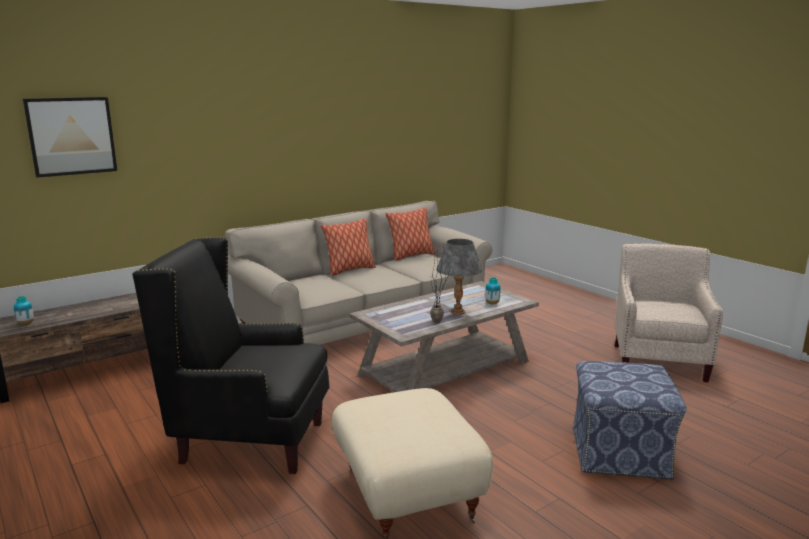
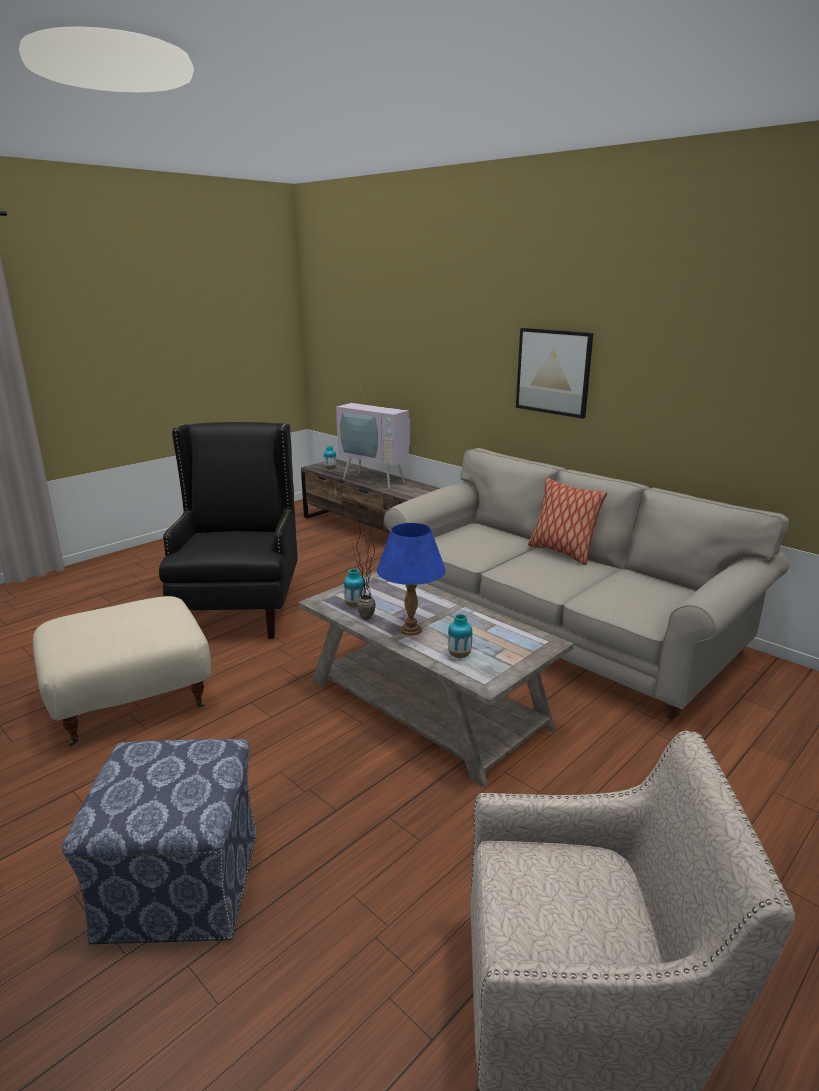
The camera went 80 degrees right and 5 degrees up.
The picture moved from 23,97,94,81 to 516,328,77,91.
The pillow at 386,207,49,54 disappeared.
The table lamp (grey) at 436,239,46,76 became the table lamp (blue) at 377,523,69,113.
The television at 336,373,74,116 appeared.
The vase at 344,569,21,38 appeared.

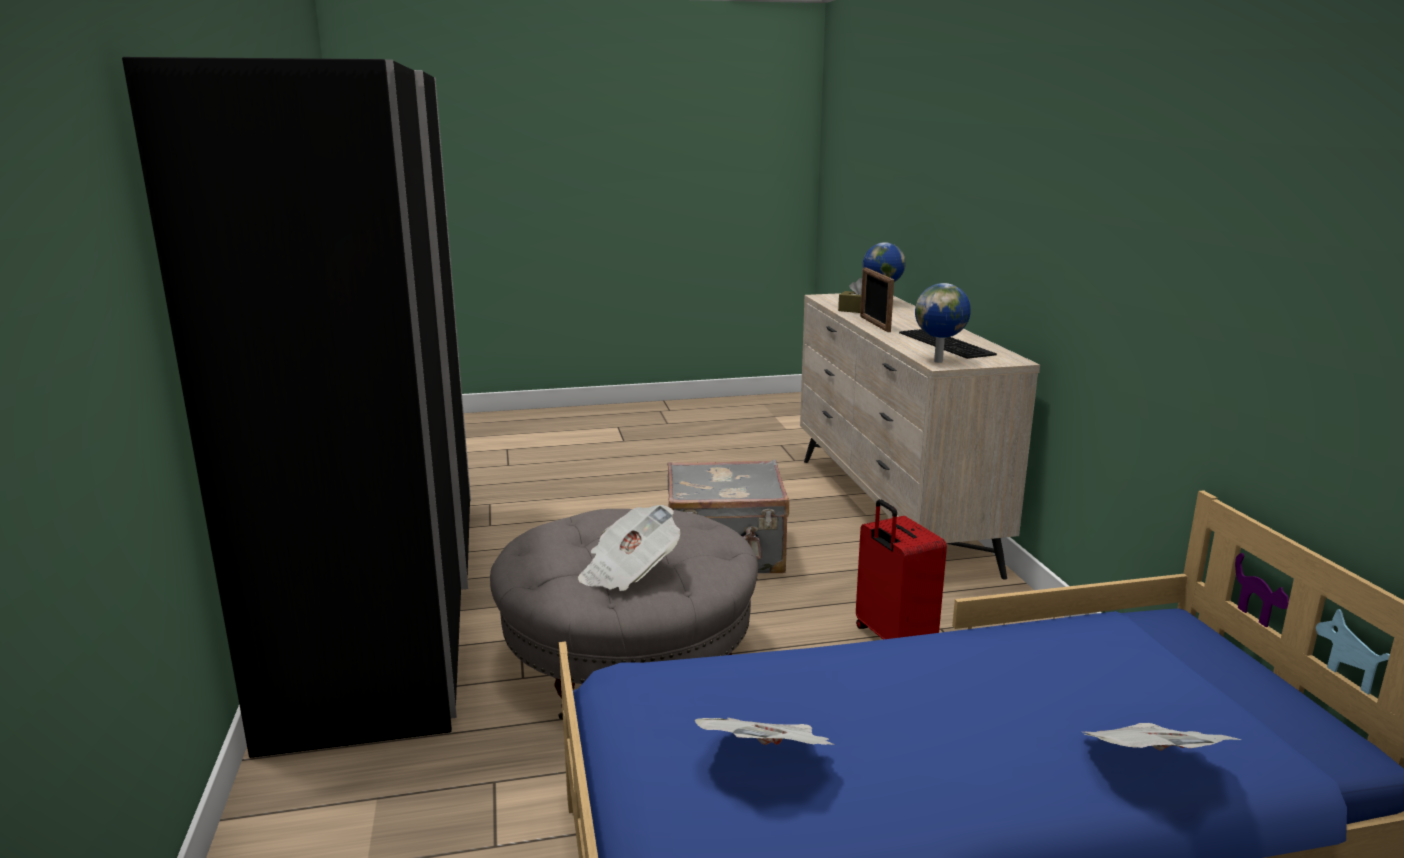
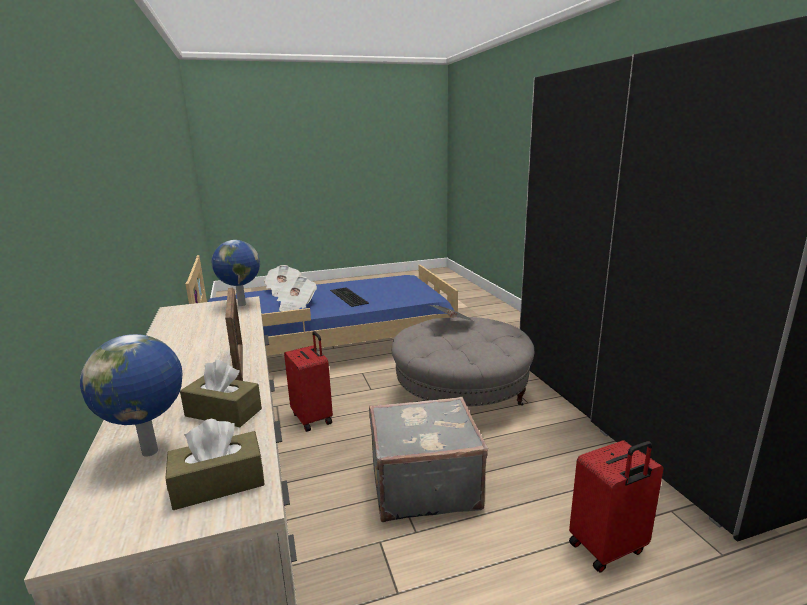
The camera went 175 degrees right and 0 degrees up.
The keyboard moved from 899,329,98,30 to 330,287,39,20.
The newspaper moved from 695,718,140,27 to 277,276,40,35.
The tissue box (brown) at 165,419,100,91 appeared.
The suitcase (red) at 569,440,95,133 appeared.

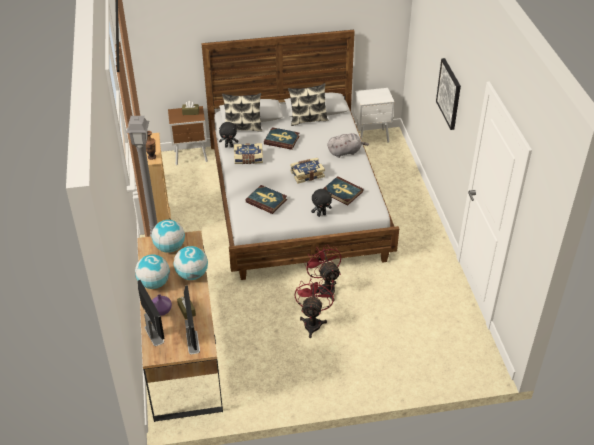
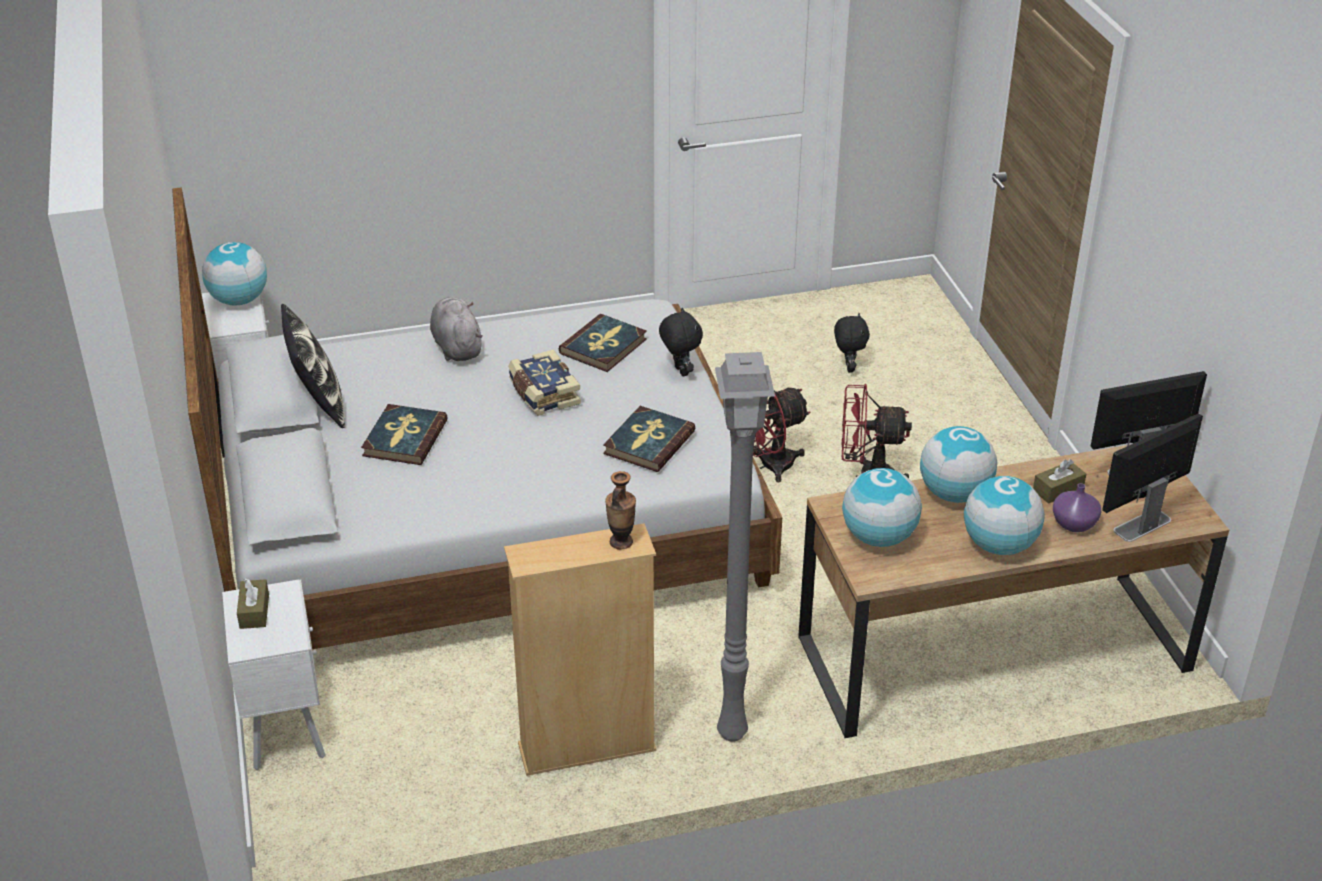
The camera went 95 degrees left and 5 degrees down.
The picture at 436,58,25,72 disappeared.
The pillow at 222,93,41,38 disappeared.
The nightstand (brown) at 168,106,40,59 became the nightstand (white) at 222,580,104,190.
The plush toy (black) moved from 219,122,19,26 to 834,313,36,60.
The book at 234,143,29,21 disappeared.
The globe at 202,242,65,64 appeared.

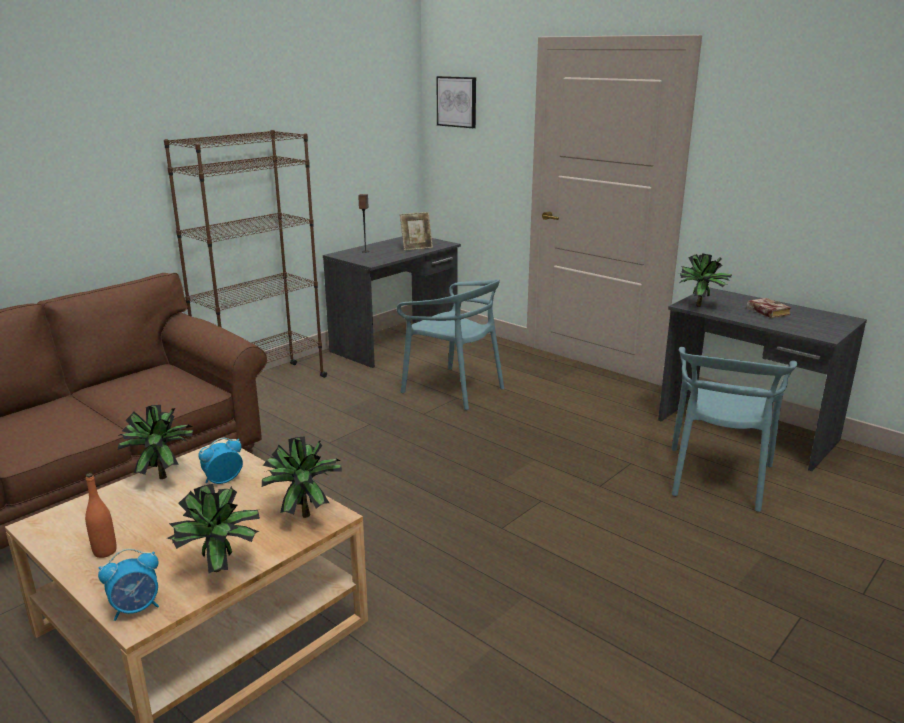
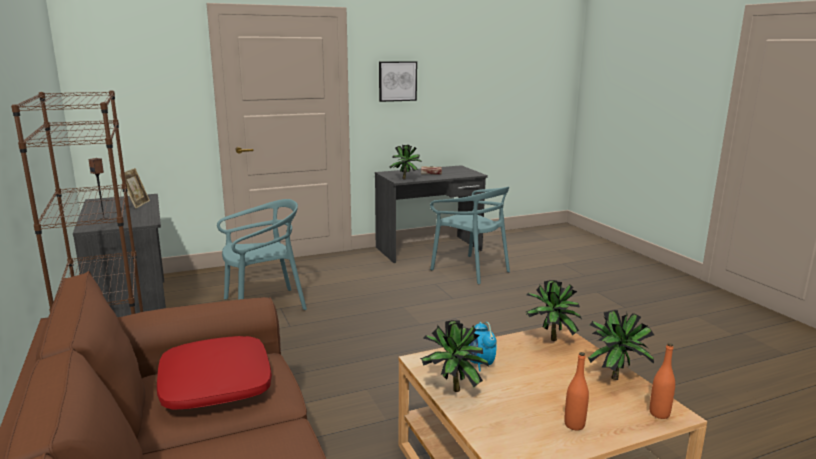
The camera went 65 degrees left and 5 degrees down.
The picture moved from 436,76,40,52 to 379,61,38,41.
The alarm clock at 98,549,61,72 was replaced by the bottle (orange) at 650,343,25,76.
The pillow (red) at 157,336,115,74 appeared.

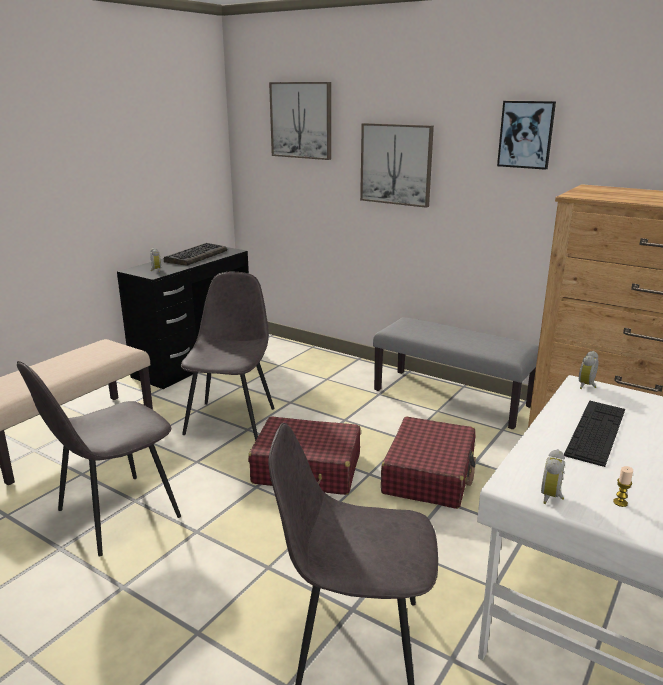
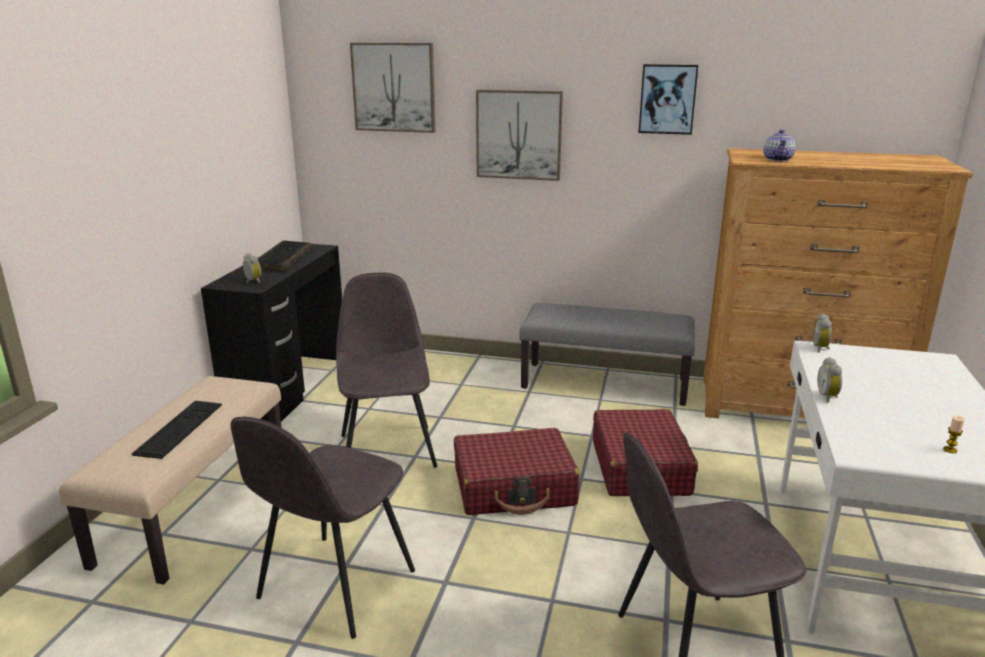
The camera went 20 degrees left and 0 degrees up.
The keyboard moved from 564,401,61,66 to 132,401,90,58.
The alarm clock moved from 541,449,24,55 to 818,357,24,46.
The teapot at 763,130,33,31 appeared.

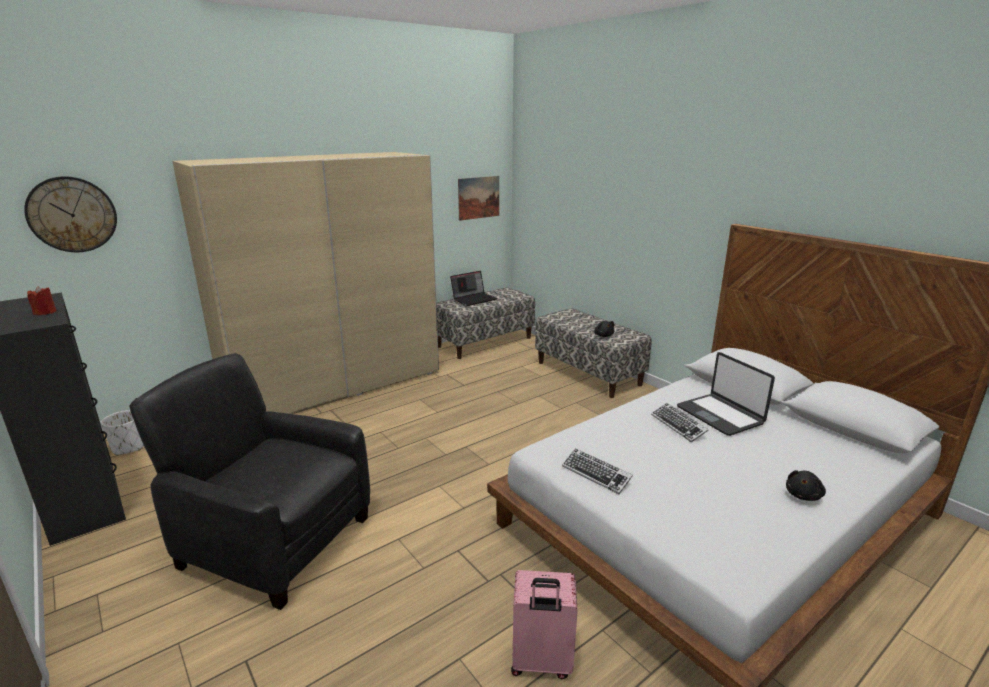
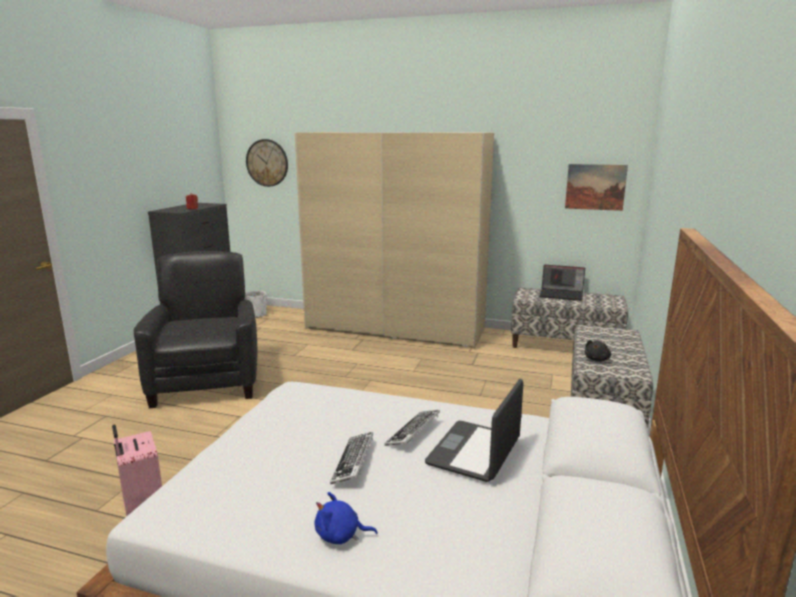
The camera went 55 degrees right and 5 degrees down.
The keyboard moved from 562,448,71,46 to 330,432,43,52.
The plush toy (black) at 786,470,40,31 became the plush toy (blue) at 315,492,63,52.

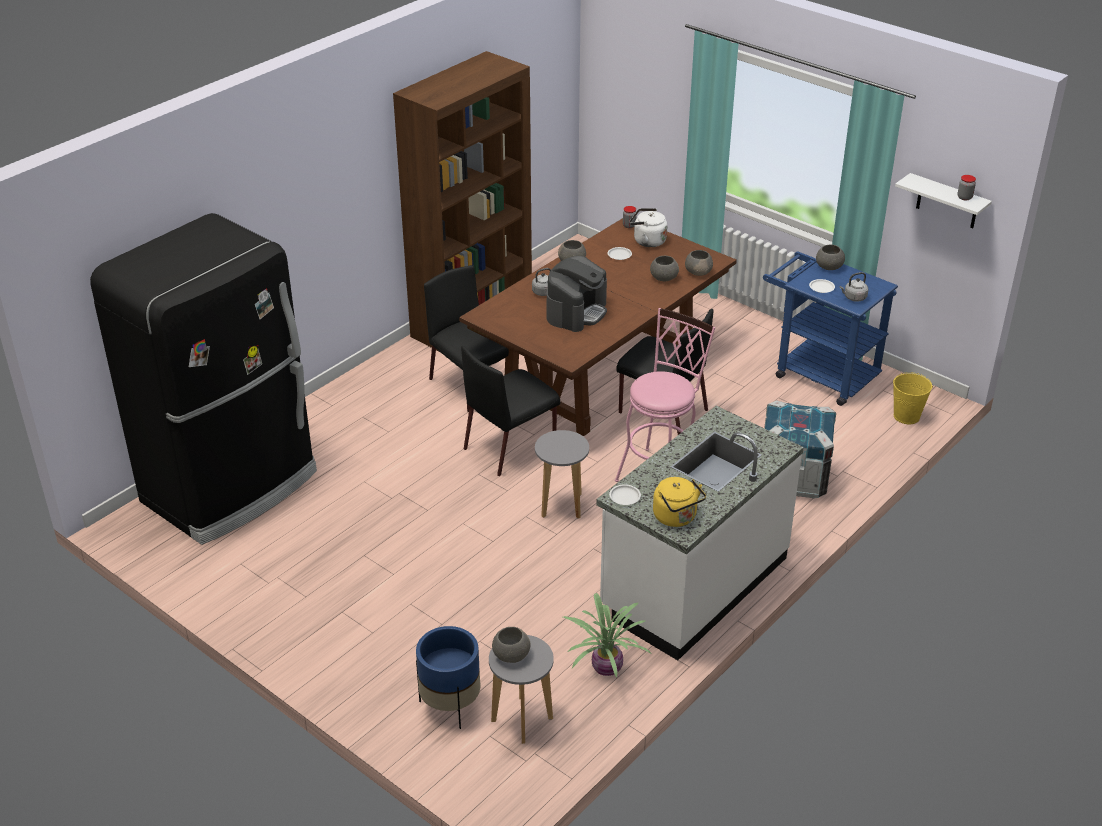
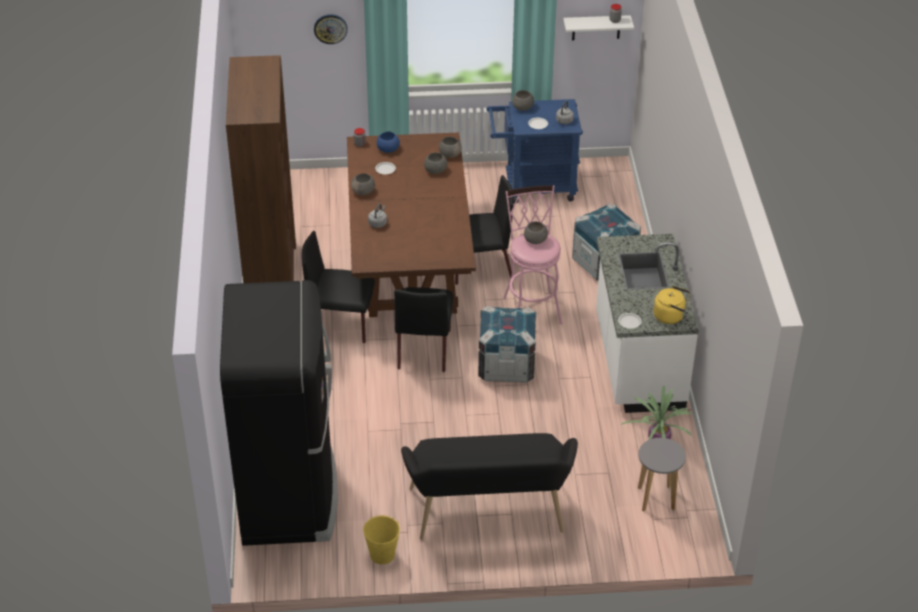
The camera went 45 degrees left and 5 degrees up.
The kettle (white) at 629,208,39,39 was replaced by the bowl (blue) at 377,132,23,21.
The coffee machine at 546,256,61,76 disappeared.
The bucket (yellow) moved from 893,372,40,52 to 363,515,37,49.
The stool (grey) at 535,430,54,89 was replaced by the crate at 478,306,58,77.
The planter (blue) at 416,626,64,103 disappeared.
The bowl (grey) moved from 492,627,38,36 to 524,221,24,23.
The wall clock at 314,14,34,30 appeared.
The bench (black) at 401,433,177,107 appeared.

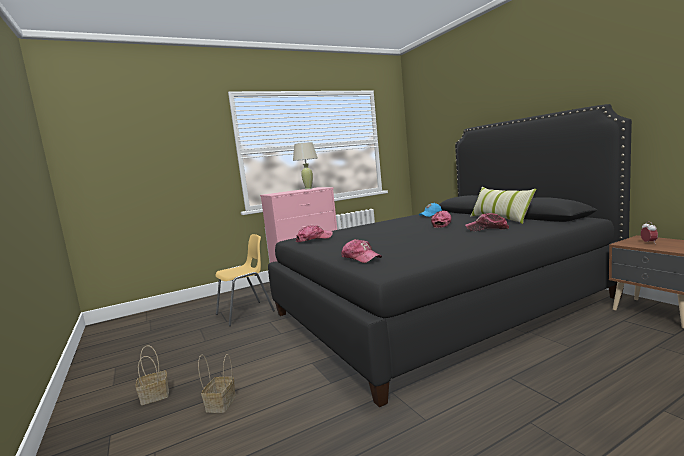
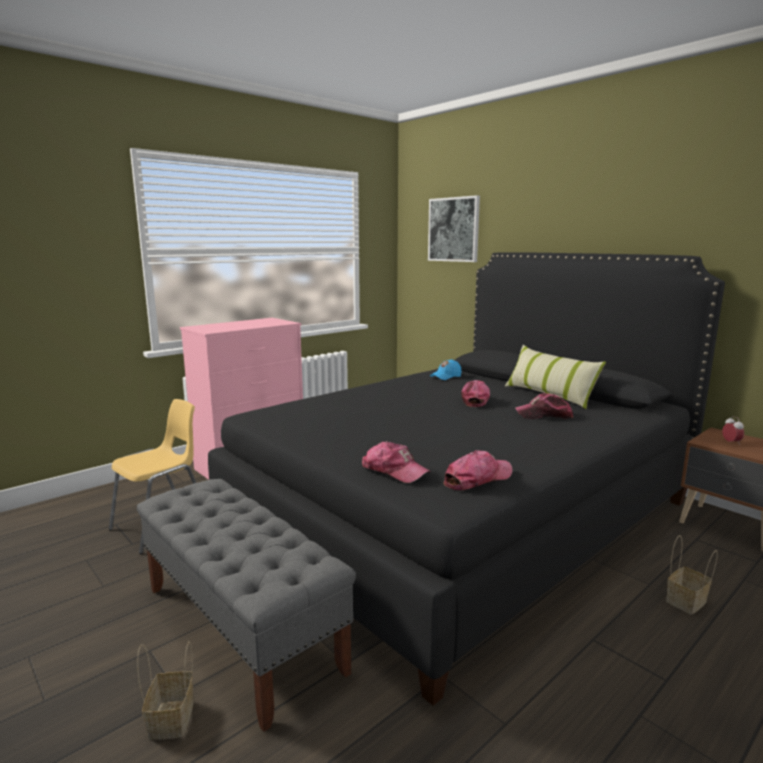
The camera went 15 degrees left and 5 degrees up.
The table lamp (beige) at 293,142,25,47 disappeared.
The cap moved from 296,225,37,17 to 443,450,70,41.
The basket moved from 136,346,33,59 to 666,535,52,80.
The picture at 428,195,52,67 appeared.
The bench (grey) at 137,479,219,253 appeared.

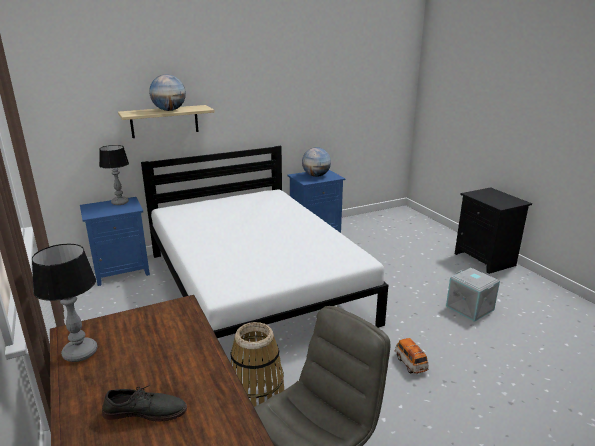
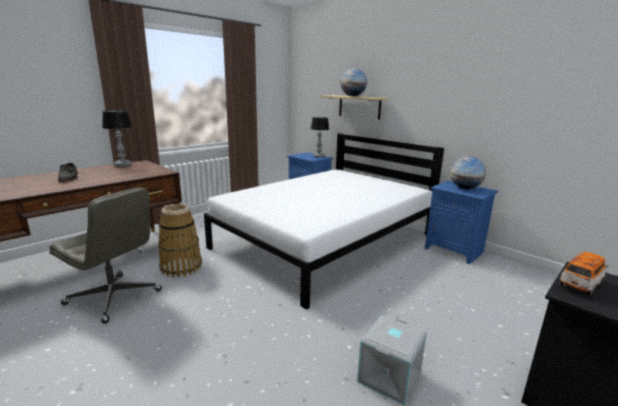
The camera went 70 degrees right and 5 degrees down.
The toy car moved from 394,338,35,36 to 560,252,48,44.

